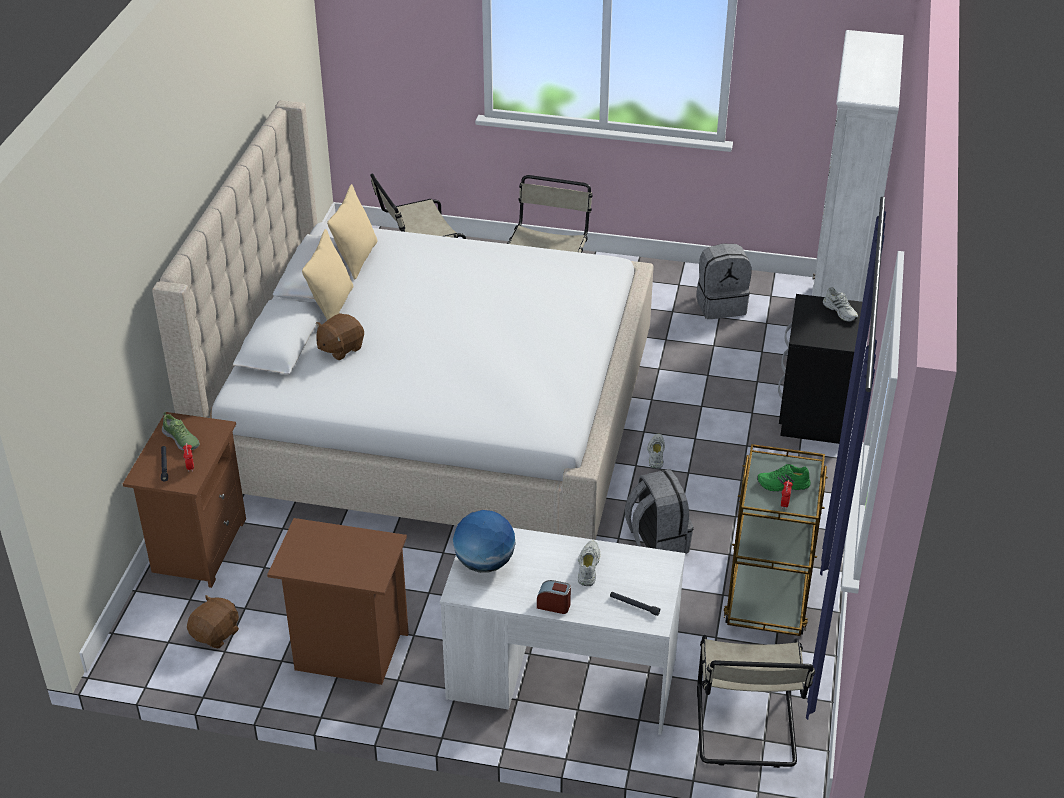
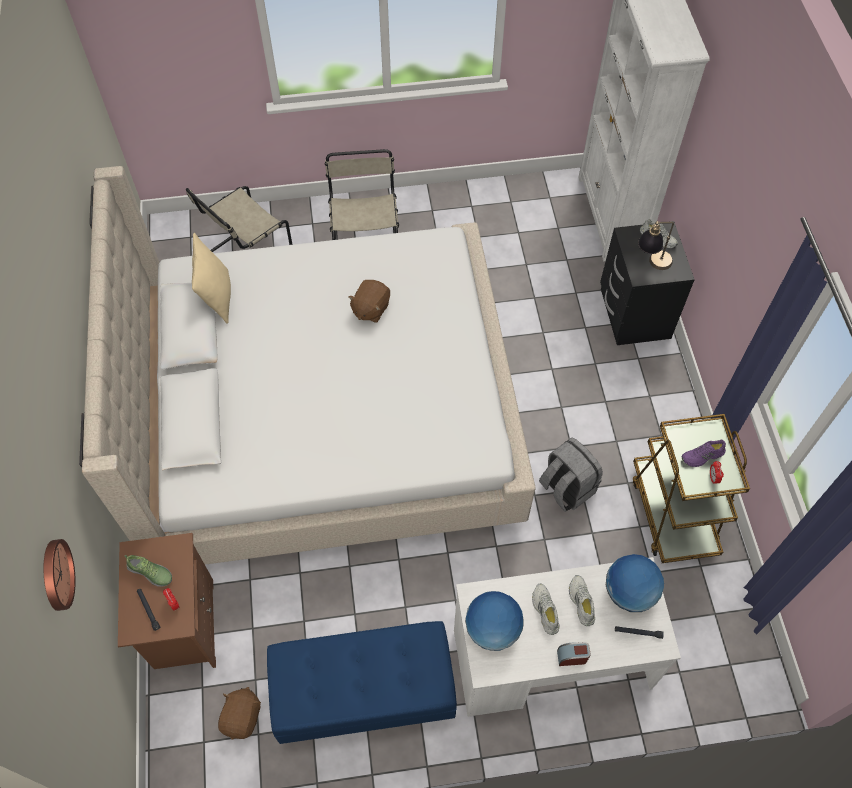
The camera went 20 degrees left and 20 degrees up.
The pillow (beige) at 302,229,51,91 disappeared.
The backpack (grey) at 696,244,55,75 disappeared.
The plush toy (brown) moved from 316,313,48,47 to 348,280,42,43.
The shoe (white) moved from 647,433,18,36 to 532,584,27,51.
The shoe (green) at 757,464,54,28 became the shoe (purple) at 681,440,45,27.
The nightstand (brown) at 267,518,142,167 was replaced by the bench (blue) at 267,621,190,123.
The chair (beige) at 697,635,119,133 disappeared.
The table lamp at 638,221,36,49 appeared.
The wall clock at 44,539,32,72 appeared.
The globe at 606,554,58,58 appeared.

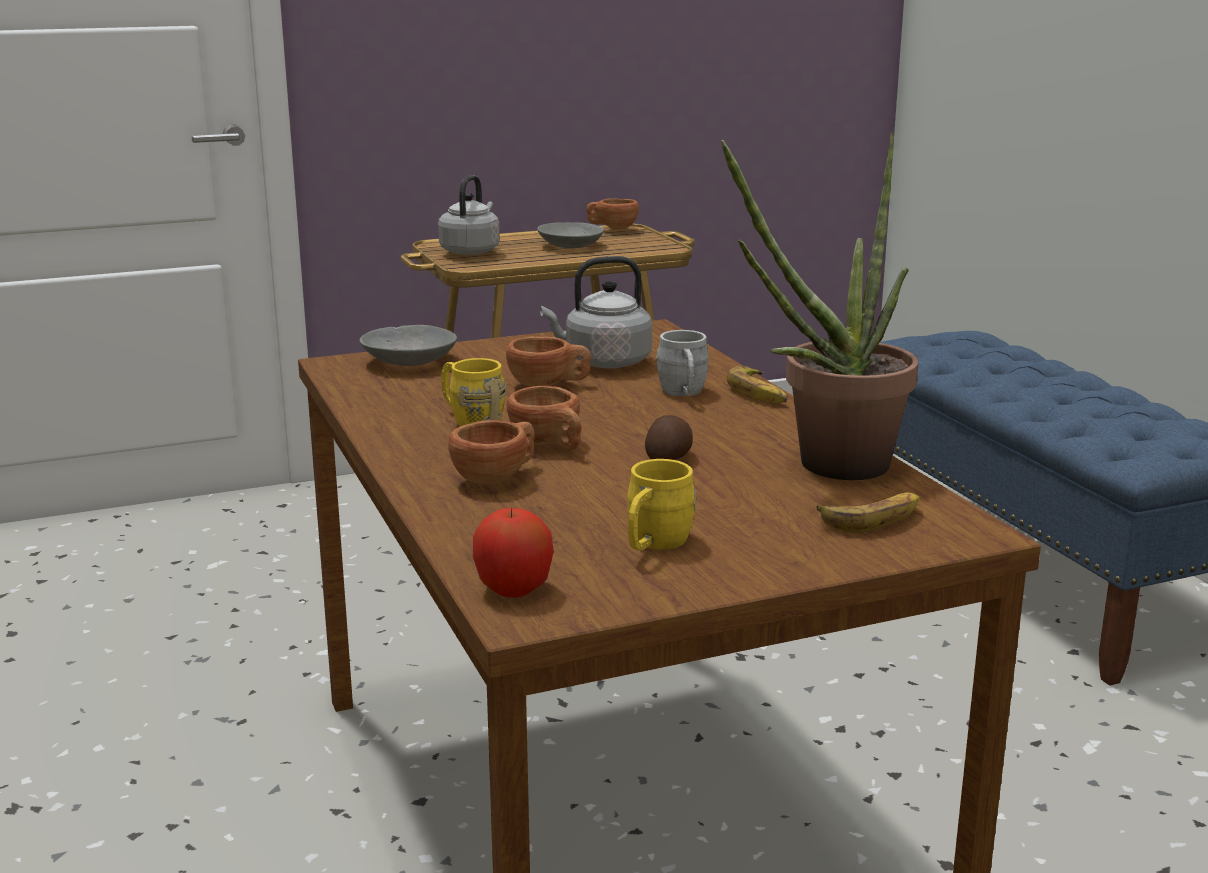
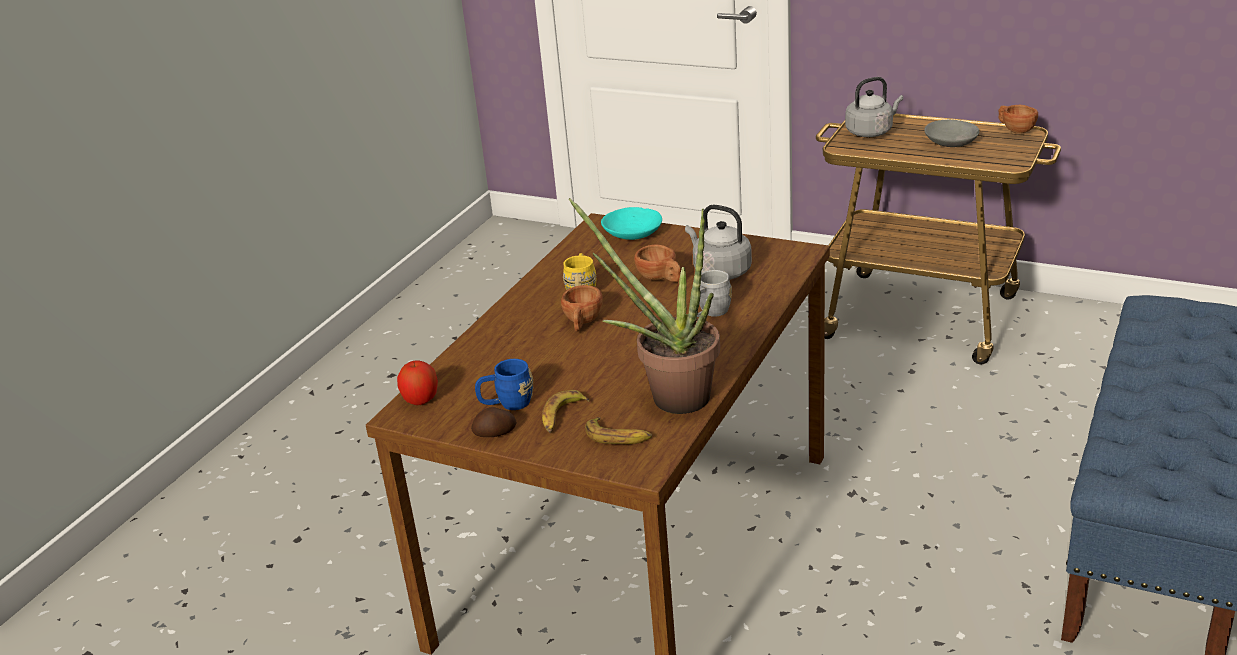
The camera went 50 degrees right and 10 degrees up.
The bowl (grey) at 359,325,98,41 became the bowl (turquoise) at 601,207,61,33.
The banana moved from 727,366,61,37 to 542,390,47,43.
The potato moved from 645,415,48,45 to 471,407,46,30.
The cup (brown) at 448,420,87,64 disappeared.
The mug (yellow) at 627,459,69,92 became the mug (blue) at 475,359,58,51.

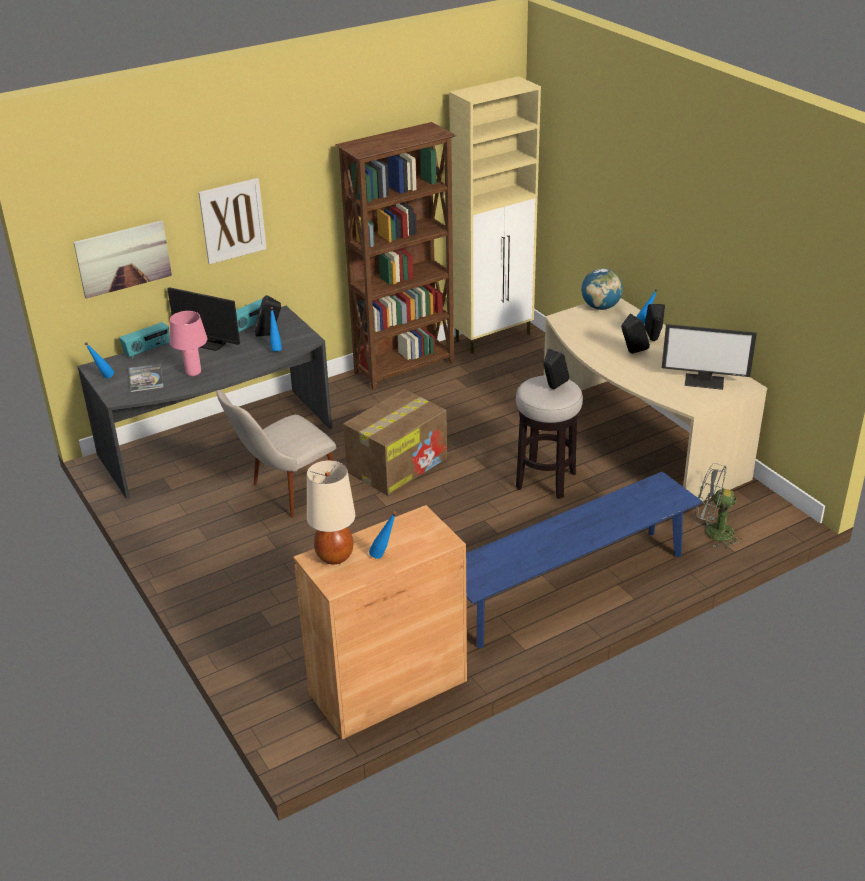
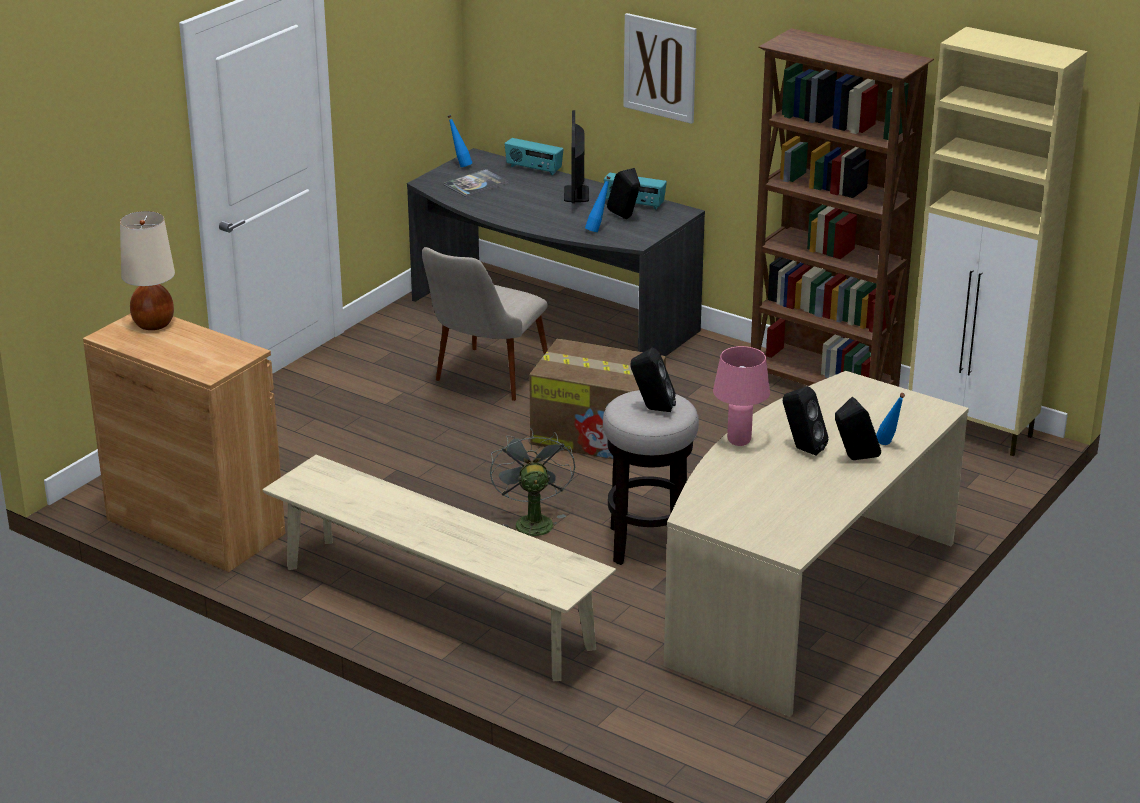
The camera went 65 degrees right and 5 degrees down.
The picture at 73,220,99,79 disappeared.
The globe at 581,268,42,42 disappeared.
The table lamp (pink) moved from 170,311,37,65 to 713,346,57,100.
The monitor at 662,324,95,66 disappeared.
The chair (beige) at 216,390,120,128 turned 90 degrees counterclockwise.
The fan (grey) moved from 695,463,47,85 to 490,428,85,108.
The bench (blue) at 466,471,236,177 became the bench (beige) at 262,455,354,226.
The bottle (blue) at 369,511,28,48 disappeared.

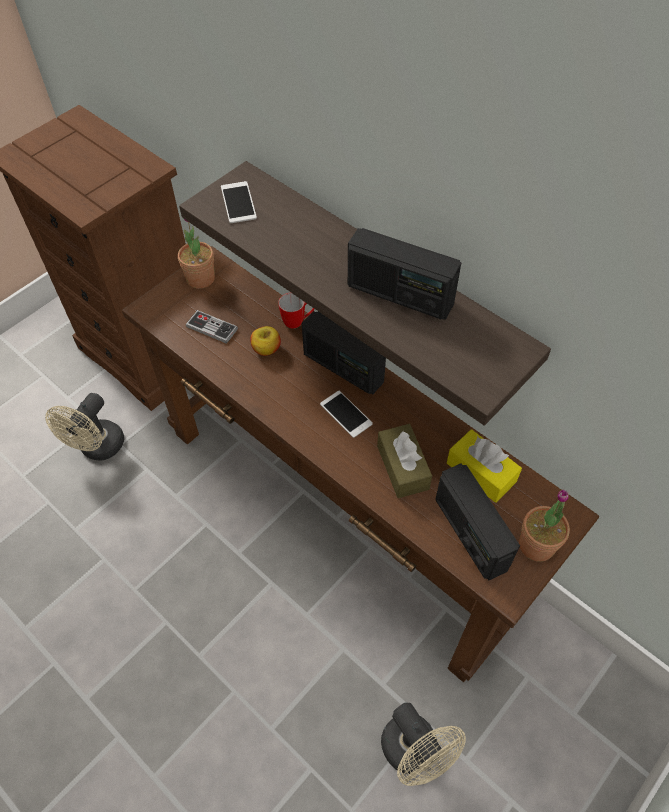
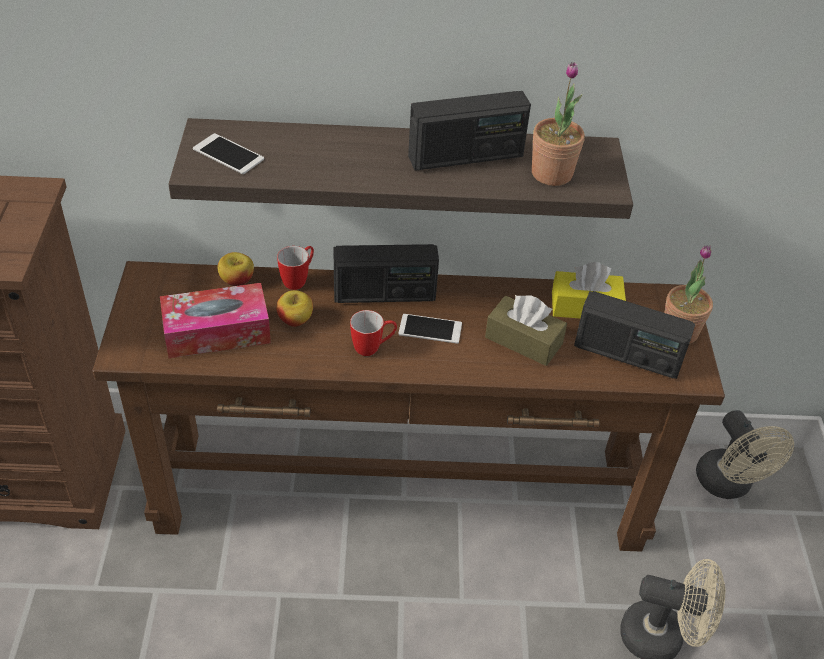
The camera went 45 degrees left and 10 degrees down.
The potted plant moved from 178,219,37,70 to 532,62,53,124.
The game controller at 186,310,52,34 was replaced by the tissue box at 160,283,111,75.
The fan (beige) moved from 45,393,79,67 to 696,410,98,89.
The apple at 218,252,36,34 appeared.
The mug at 350,310,47,46 appeared.

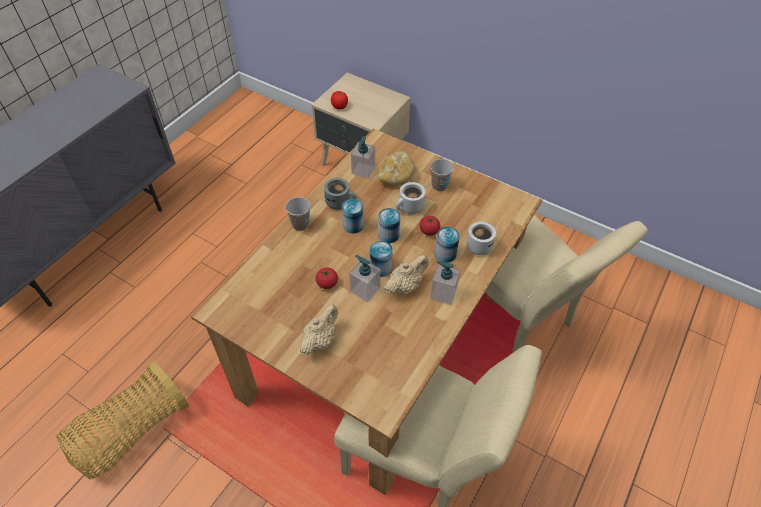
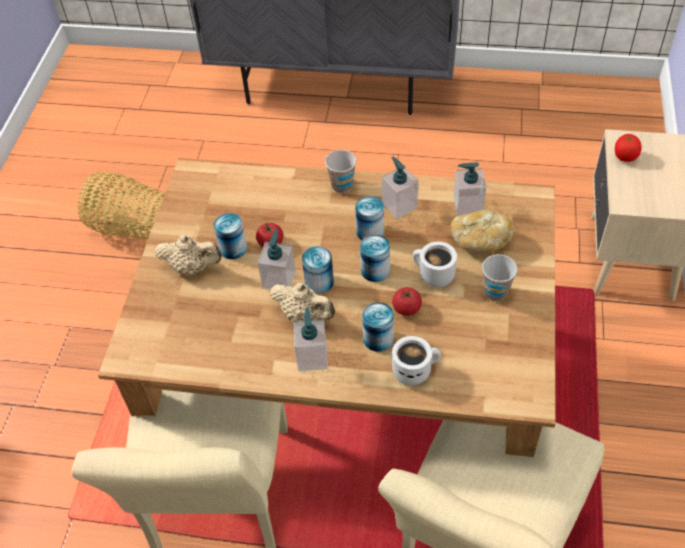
The camera went 70 degrees right and 0 degrees up.
The mug (grey) at 324,178,32,32 was replaced by the soap dispenser at 382,157,37,62.
The can at 213,213,34,46 appeared.

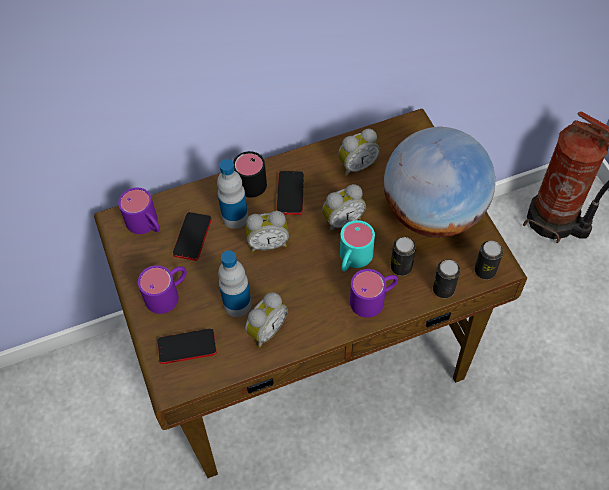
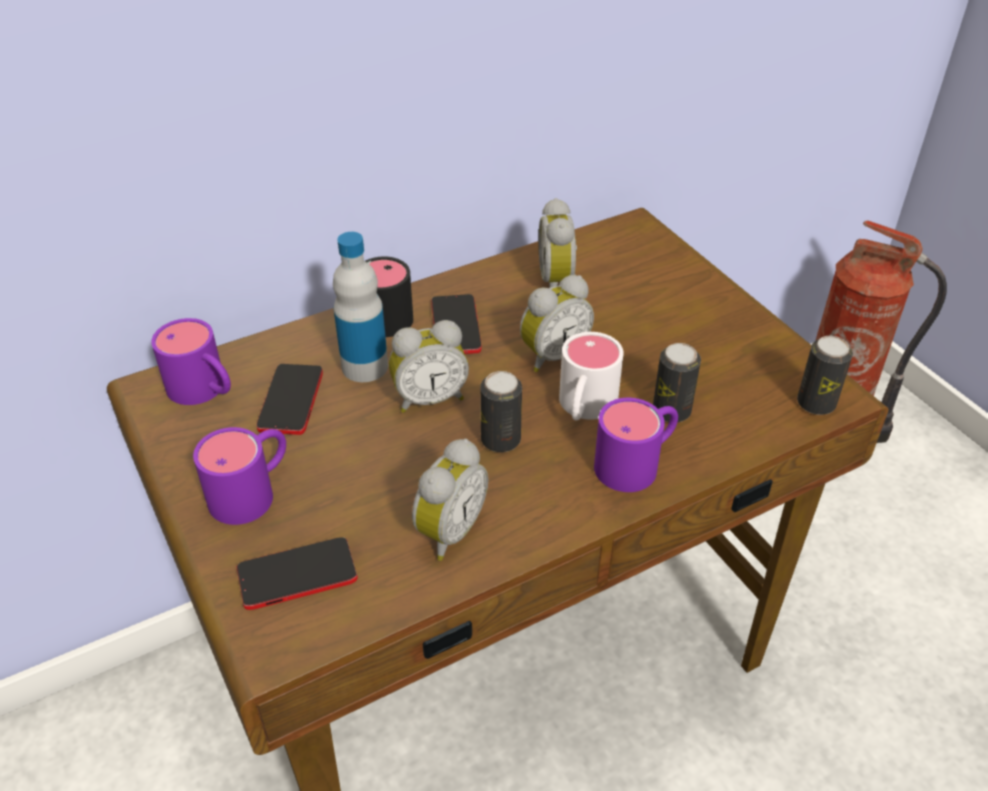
The camera went 10 degrees left and 15 degrees down.
The globe at 384,127,111,110 disappeared.
The alarm clock at 338,129,42,47 turned 120 degrees clockwise.
The mug (turquoise) at 340,220,35,51 became the mug (white) at 559,332,65,89.
The bottle at 218,251,34,66 disappeared.
The can moved from 433,259,27,39 to 480,371,42,81.

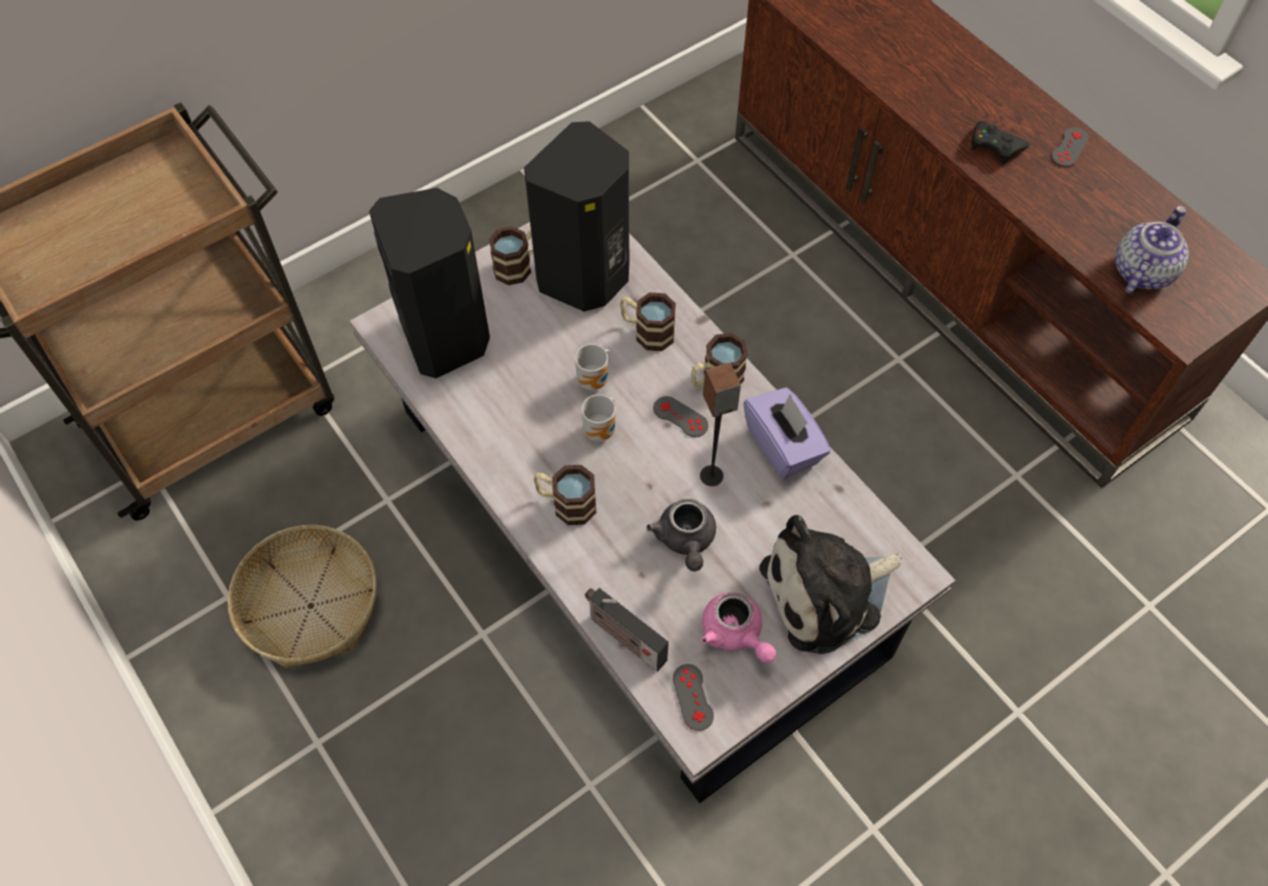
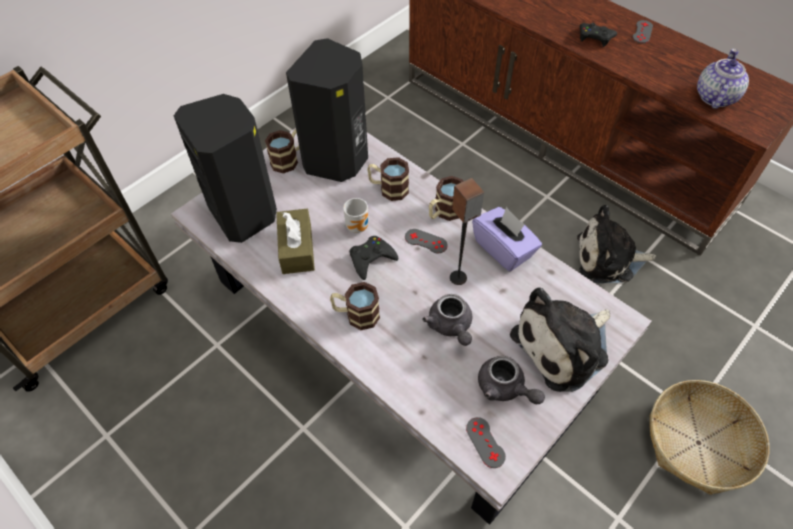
The camera went 10 degrees left and 5 degrees down.
The mug at 581,394,35,47 was replaced by the game controller (black) at 350,236,48,44.
The basket moved from 228,525,149,143 to 650,380,120,115.
The radio at 585,588,84,84 disappeared.
The teapot (pink) at 702,592,74,71 became the teapot (grey) at 478,356,67,48.
The plush toy at 577,205,79,78 appeared.
The tissue box (brown) at 276,209,39,65 appeared.

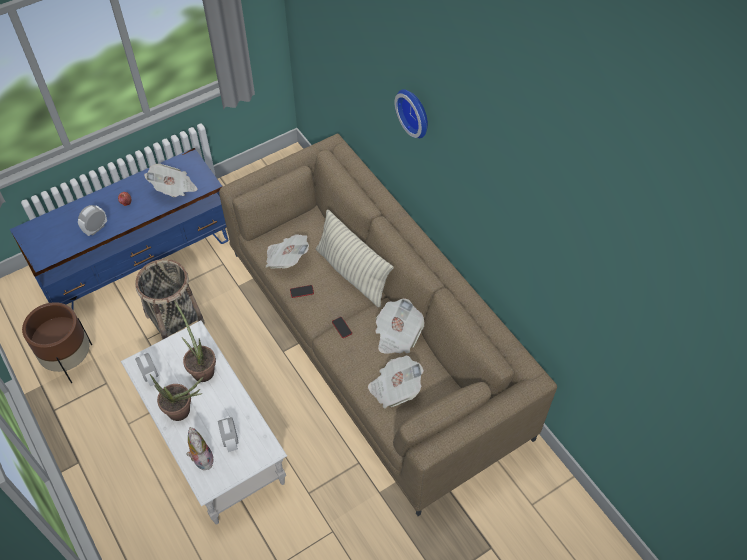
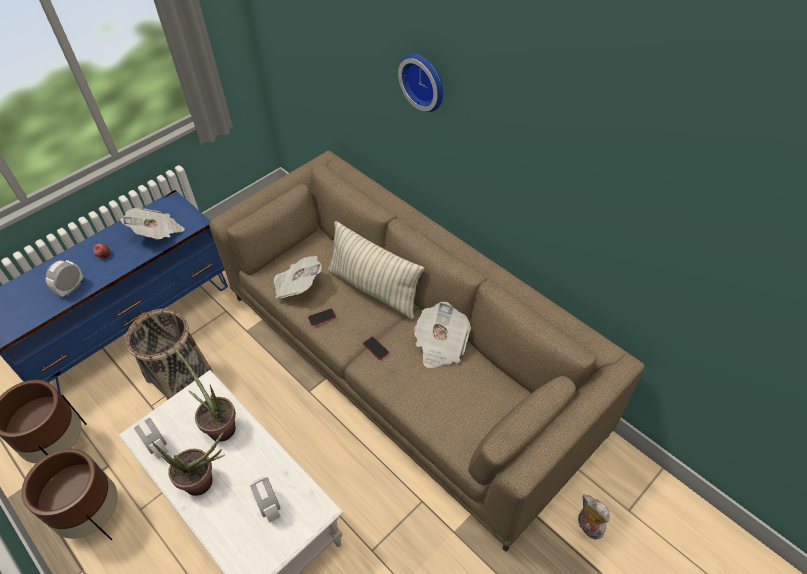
The camera went 10 degrees left and 5 degrees down.
The newspaper at 368,356,56,53 disappeared.
The plush toy moved from 186,427,28,43 to 578,494,32,46.
The planter (brown) at 21,448,97,92 appeared.

